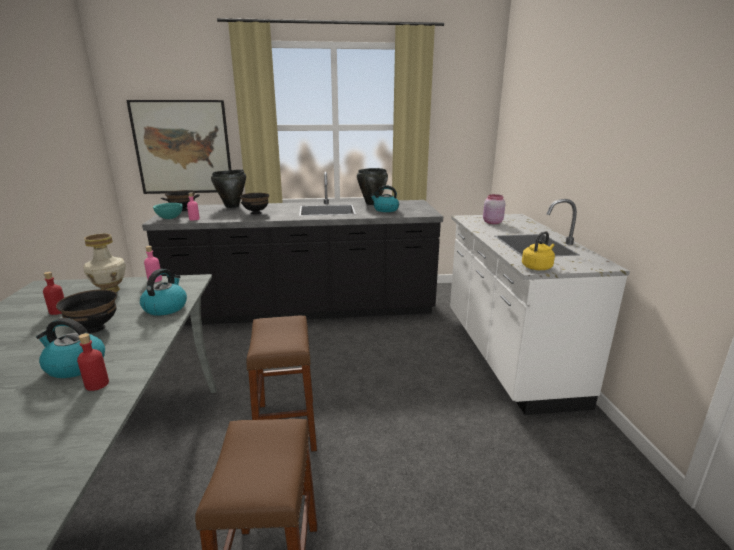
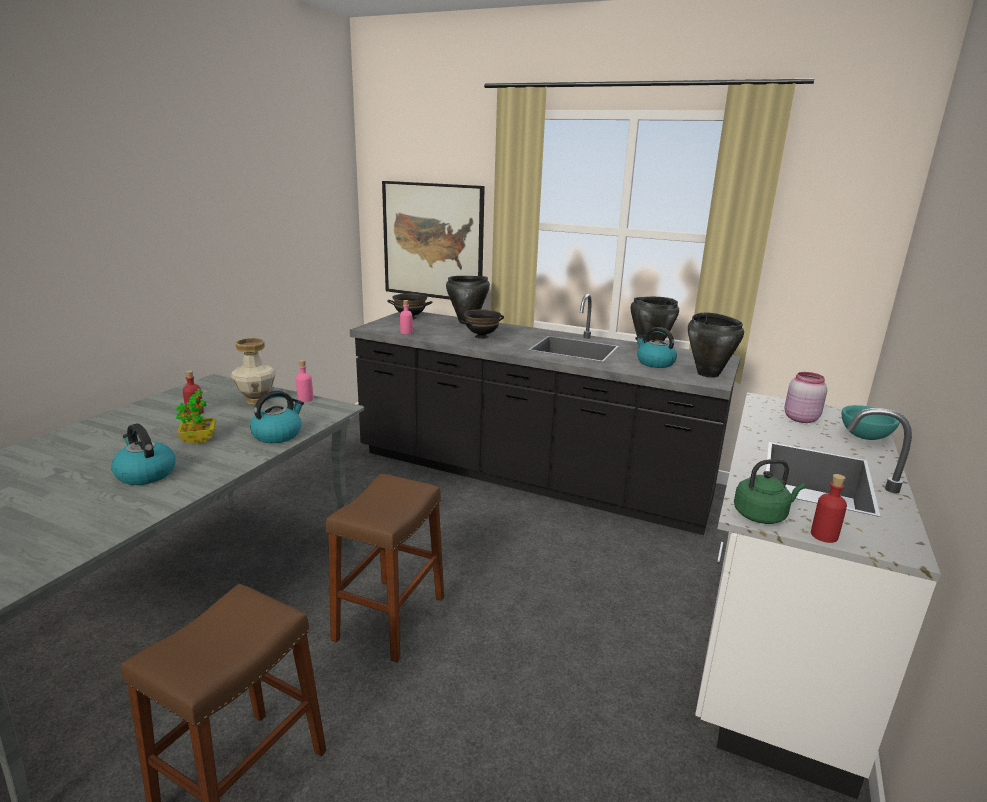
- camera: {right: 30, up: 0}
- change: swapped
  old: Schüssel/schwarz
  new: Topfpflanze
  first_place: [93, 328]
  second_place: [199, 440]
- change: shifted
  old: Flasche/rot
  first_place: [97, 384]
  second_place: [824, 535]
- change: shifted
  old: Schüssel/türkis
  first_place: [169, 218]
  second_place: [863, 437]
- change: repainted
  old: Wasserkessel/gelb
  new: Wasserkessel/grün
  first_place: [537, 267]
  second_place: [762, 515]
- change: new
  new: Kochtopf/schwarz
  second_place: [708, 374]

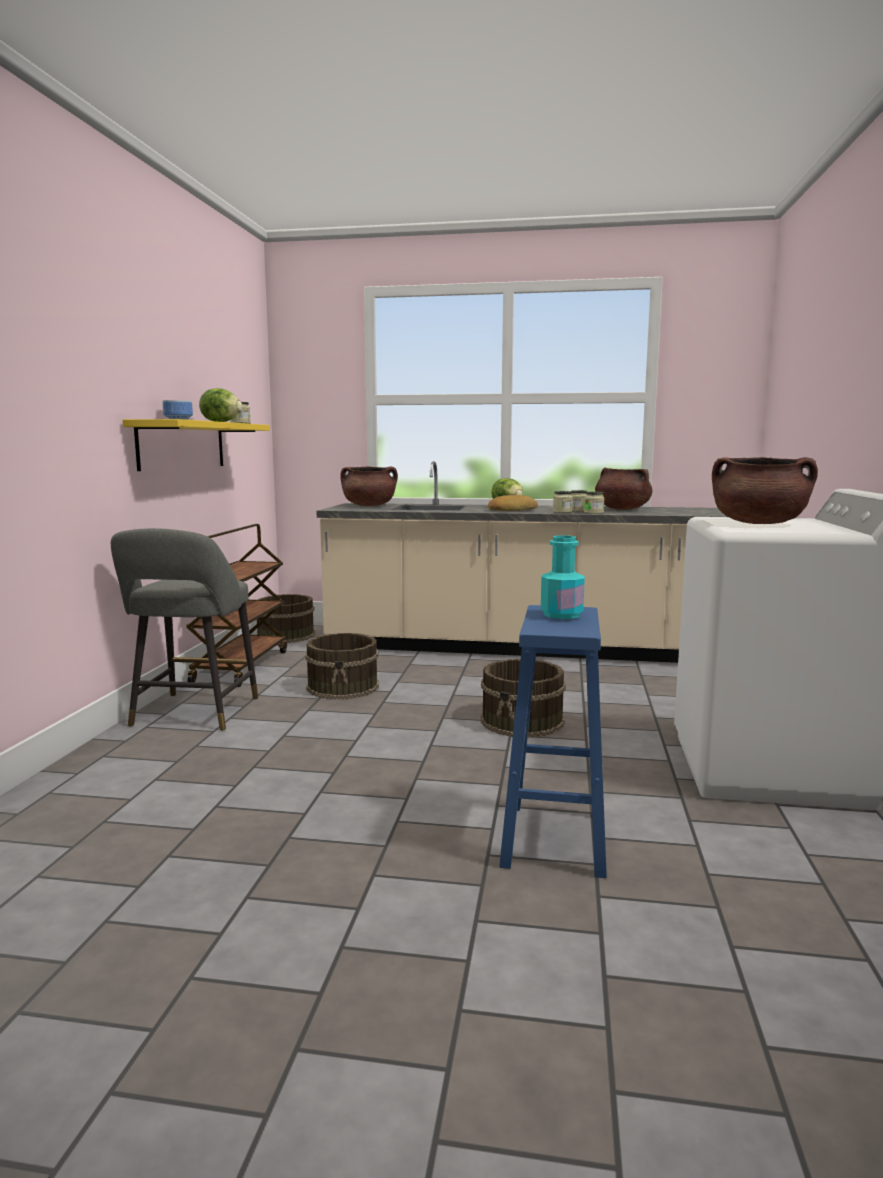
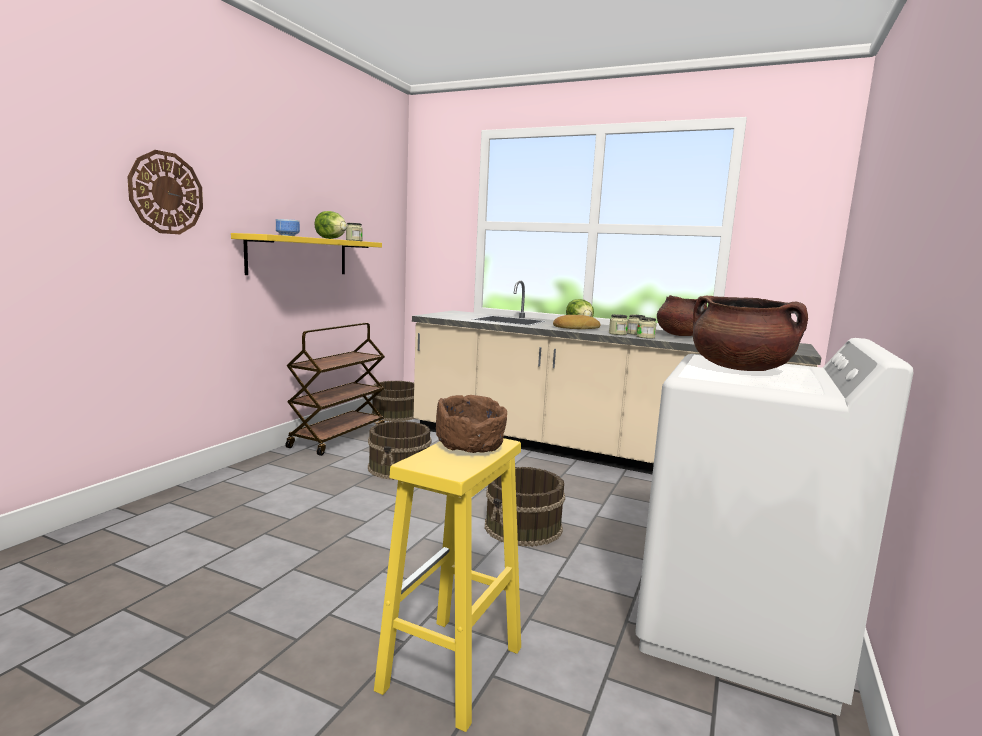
- camera: {right: 15, up: 0}
- change: gone
  old: Hocker/grau
  first_place: [193, 714]
- change: gone
  old: Kochtopf/braun
  first_place: [369, 505]
- change: repainted
  old: Hocker/blau
  new: Hocker/gelb
  first_place: [554, 840]
  second_place: [451, 670]
- change: swapped
  old: Flasche/türkis
  new: Schüssel/braun
  first_place: [561, 614]
  second_place: [470, 446]
- change: new
  new: Wanduhr
  second_place: [166, 193]

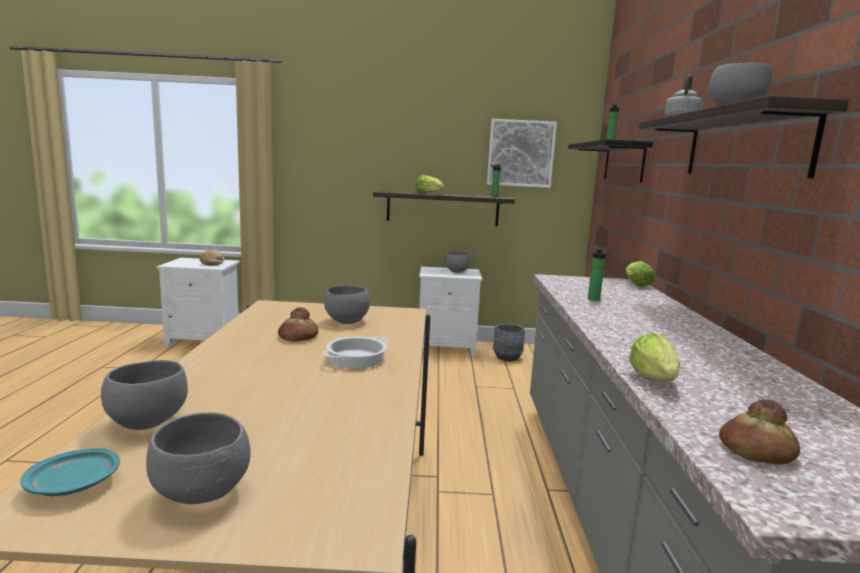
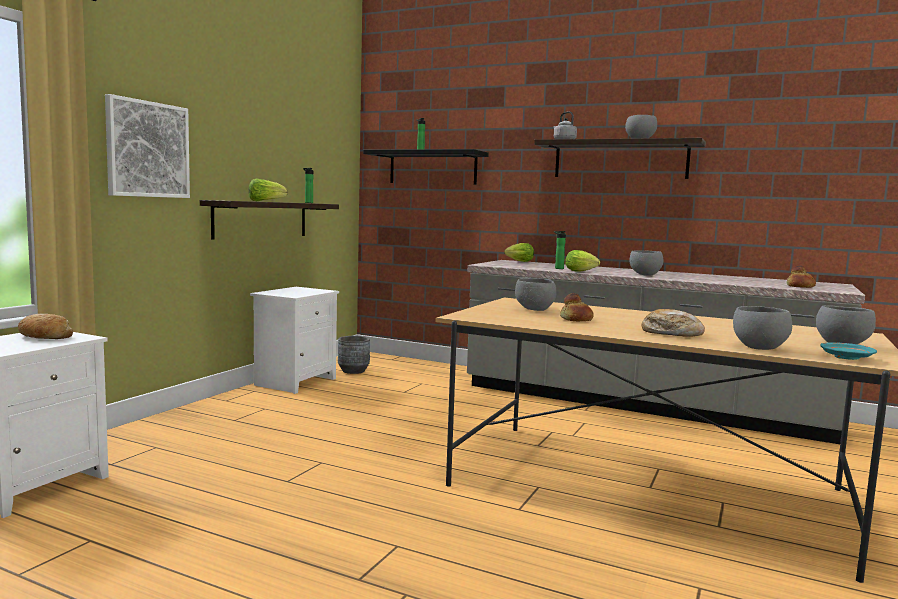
- camera: {right: -65, up: -5}
- change: gone
  old: Kochtopf
  first_place: [356, 358]
- change: shifted
  old: Schüssel/grau
  first_place: [456, 271]
  second_place: [645, 275]
- change: shifted
  old: Bild
  first_place: [520, 153]
  second_place: [147, 149]
- change: shifted
  old: Salatkopf
  first_place: [655, 381]
  second_place: [582, 271]
- change: new
  new: Brot
  second_place: [671, 333]

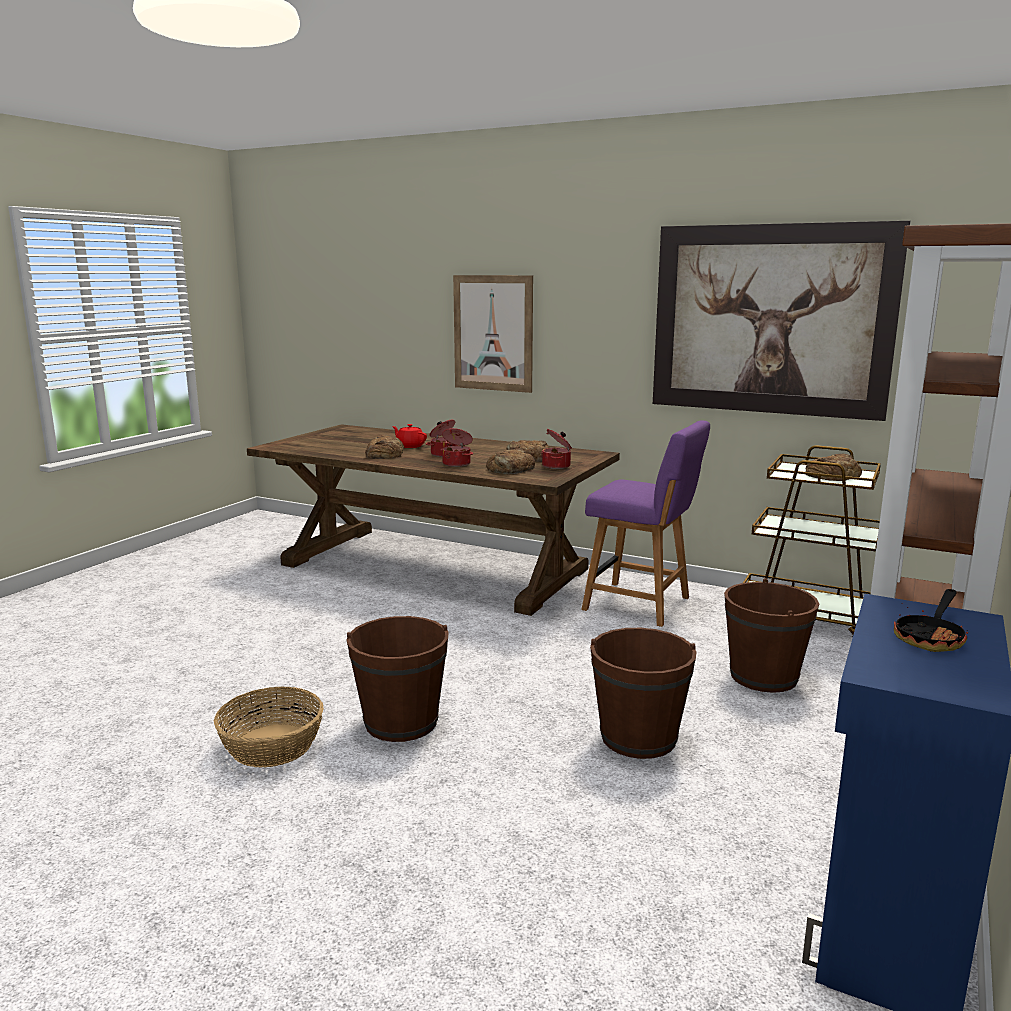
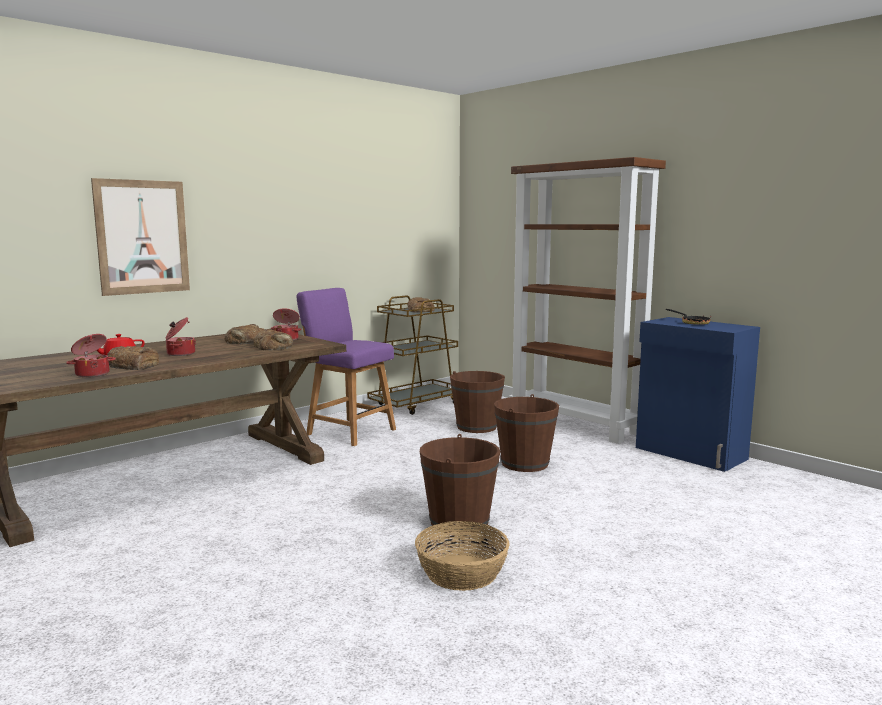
- camera: {right: -70, up: -5}
- change: shifted
  old: Kochtopf
  first_place: [457, 464]
  second_place: [92, 374]
- change: rotated
  old: Stuhl/lila
  first_place: [642, 605]
  second_place: [348, 431]
  degrees: -105
- change: gone
  old: Bild
  first_place: [770, 320]

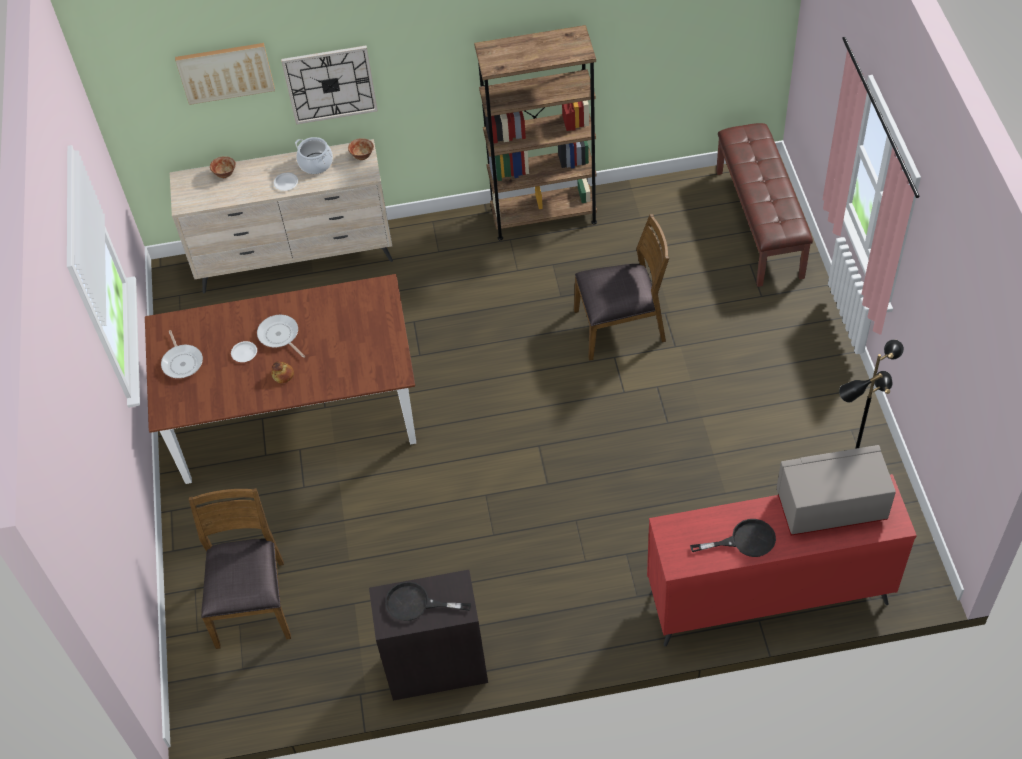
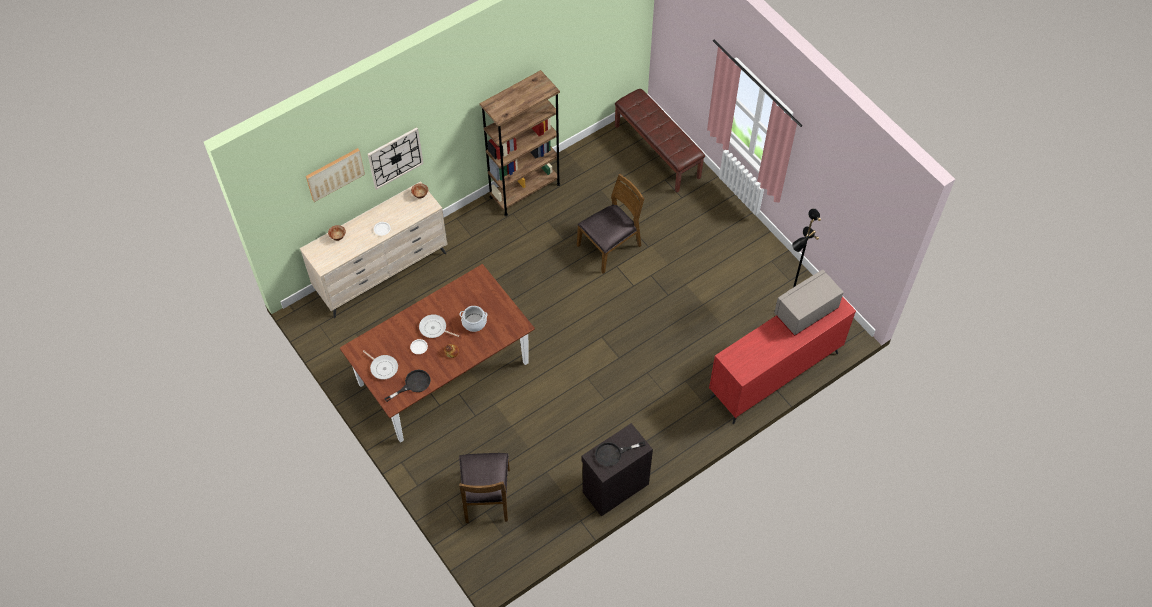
- camera: {right: -30, up: 5}
- change: rotated
  old: Stuhl/braun
  first_place: [252, 603]
  second_place: [486, 496]
  degrees: -150
- change: shifted
  old: Kochtopf
  first_place: [316, 164]
  second_place: [474, 322]
- change: shifted
  old: Pfanne/schwarz
  first_place: [744, 541]
  second_place: [413, 384]

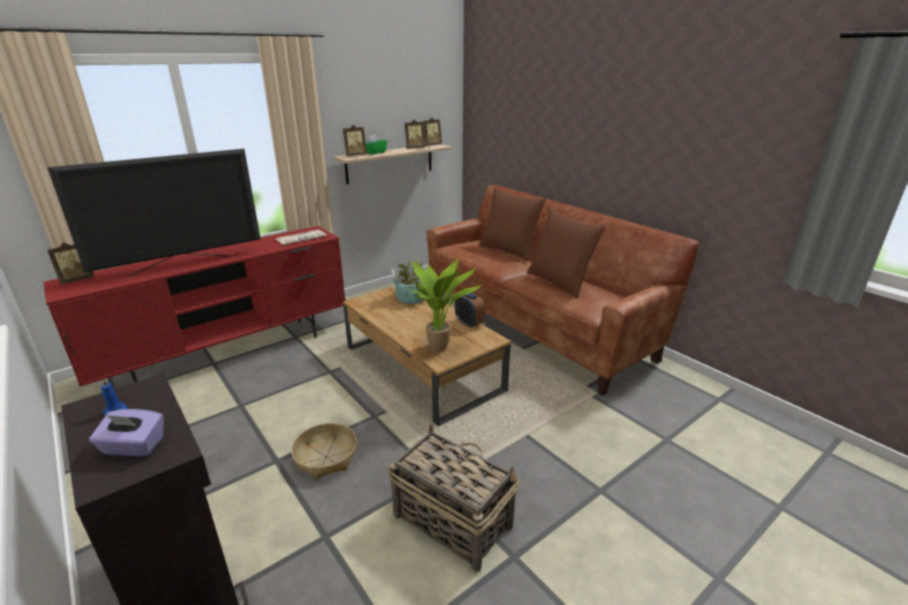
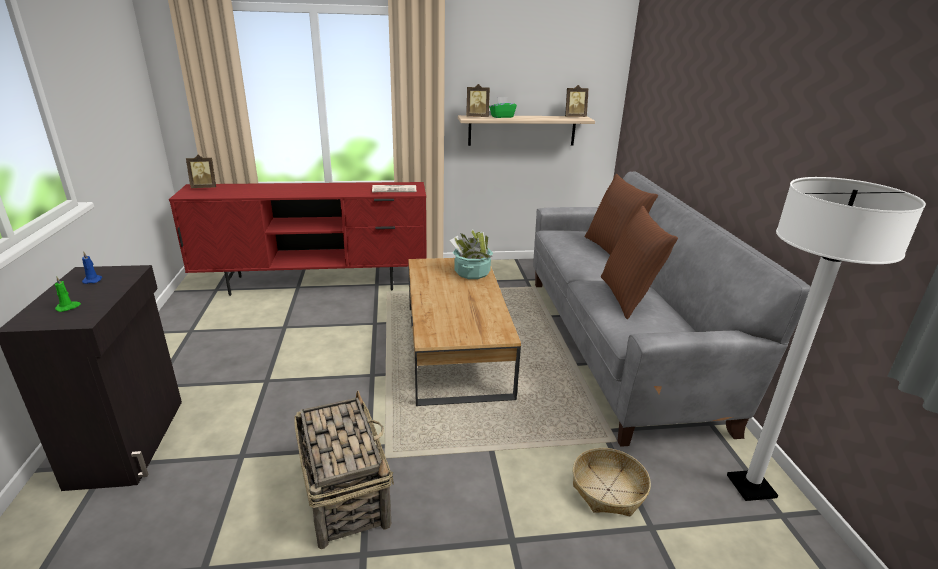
- camera: {right: 30, up: 0}
- change: gone
  old: Fernseher
  first_place: [182, 265]
- change: swapped
  old: Taschentuchbox/lila
  new: Kerze/grün
  first_place: [133, 447]
  second_place: [68, 307]
- change: shifted
  old: Korb
  first_place: [326, 457]
  second_place: [608, 490]
- change: gone
  old: Bilderrahmen
  first_place: [414, 148]
- change: gone
  old: Topfpflanze
  first_place: [442, 346]
- change: repainted
  old: Sofa/braun
  new: Sofa/grau
  first_place: [534, 325]
  second_place: [617, 345]
- change: gone
  old: Wecker
  first_place: [469, 323]
- change: new
  new: Stehlampe/weiß
  second_place: [751, 487]

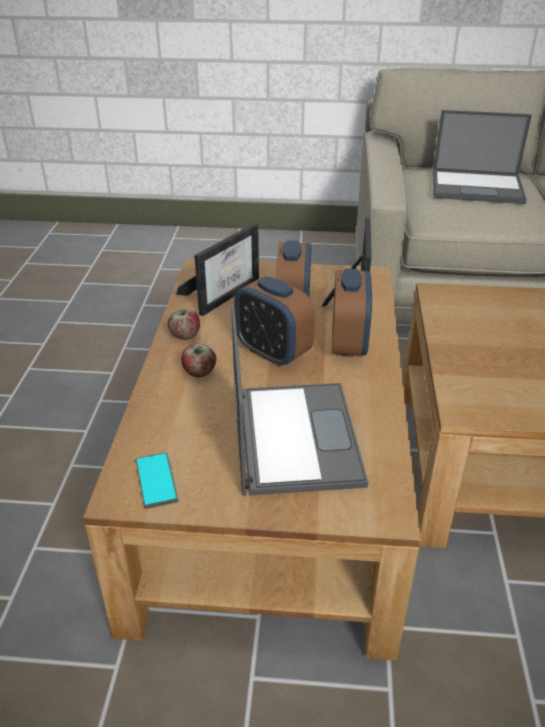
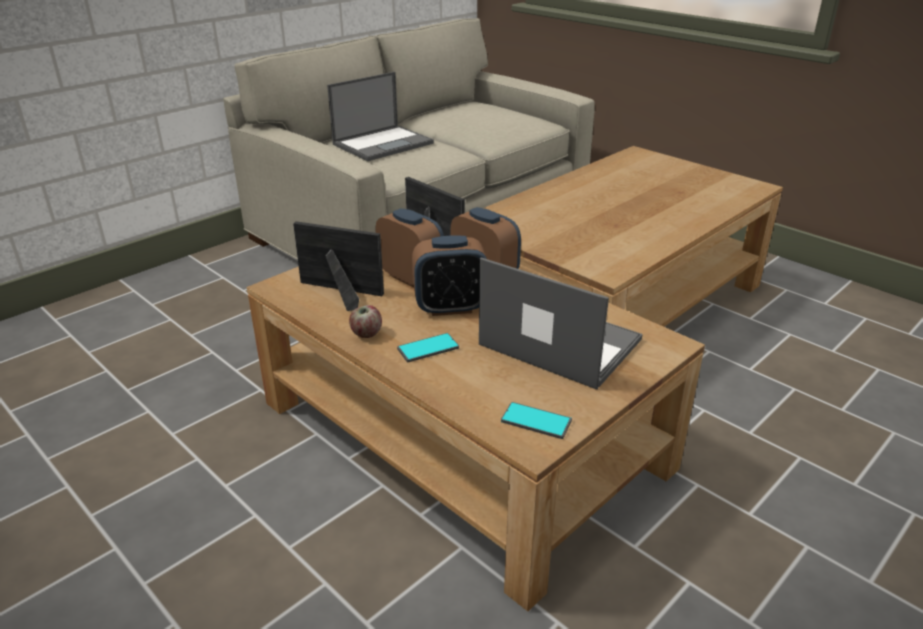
- camera: {right: -50, up: -5}
- change: rotated
  old: Bilderrahmen
  first_place: [224, 293]
  second_place: [336, 292]
  degrees: -60
- change: swapped
  old: Apfel
  new: Handy
  first_place: [199, 373]
  second_place: [428, 348]

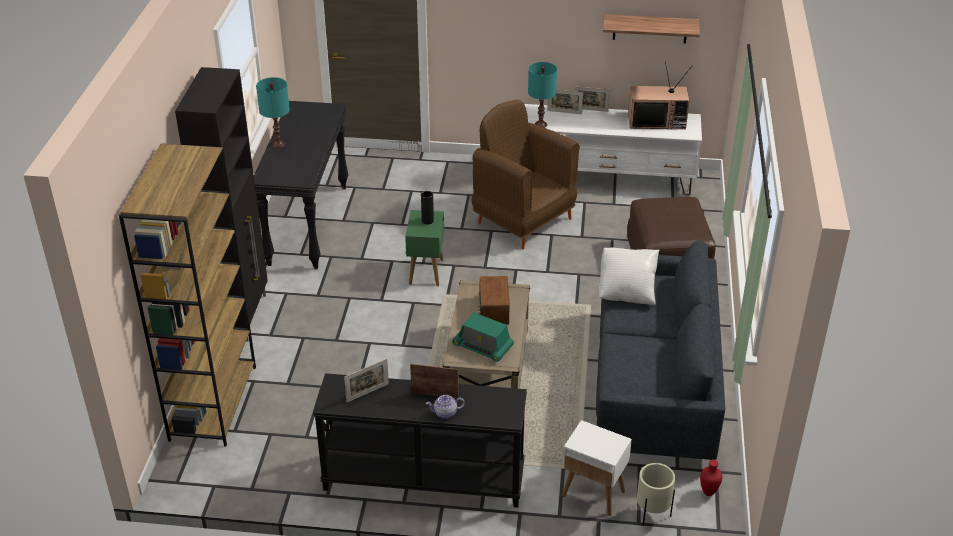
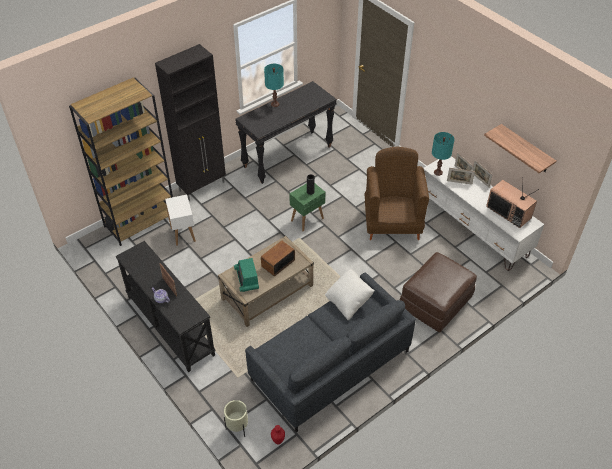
- camera: {right: 45, up: 10}
- change: shifted
  old: Bilderrahmen
  first_place: [367, 393]
  second_place: [459, 182]
- change: shifted
  old: Beistelltisch/weiß
  first_place: [594, 494]
  second_place: [183, 234]

